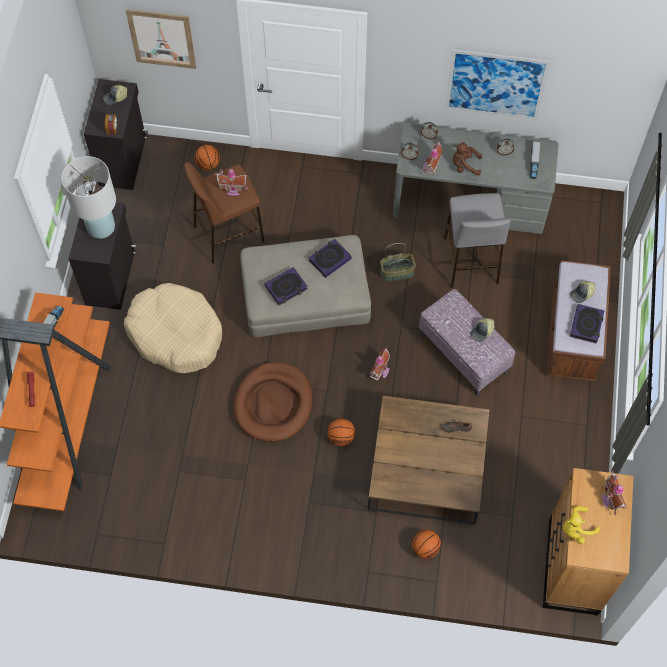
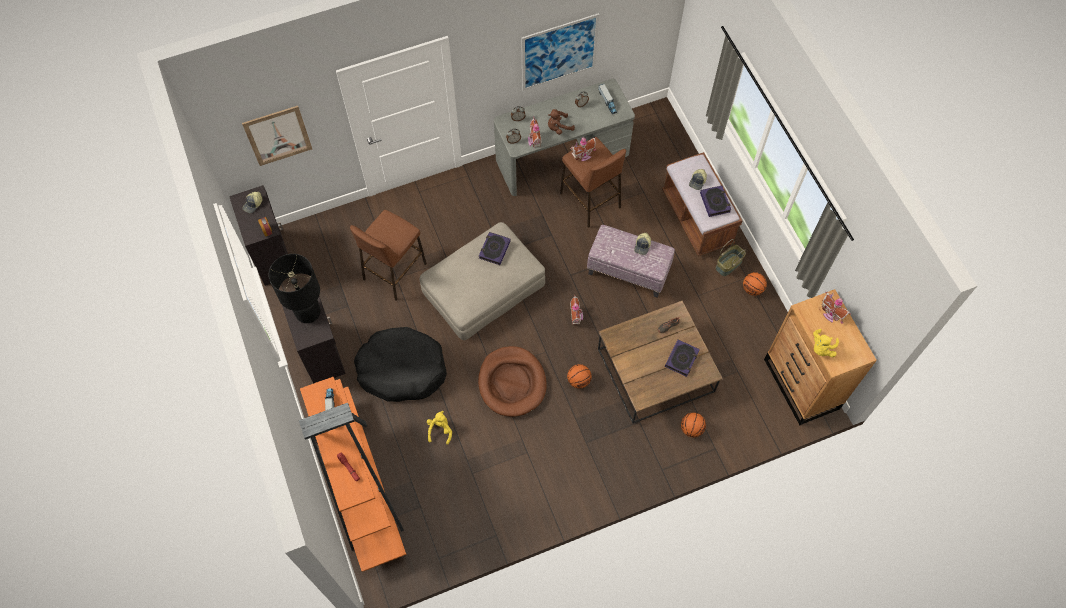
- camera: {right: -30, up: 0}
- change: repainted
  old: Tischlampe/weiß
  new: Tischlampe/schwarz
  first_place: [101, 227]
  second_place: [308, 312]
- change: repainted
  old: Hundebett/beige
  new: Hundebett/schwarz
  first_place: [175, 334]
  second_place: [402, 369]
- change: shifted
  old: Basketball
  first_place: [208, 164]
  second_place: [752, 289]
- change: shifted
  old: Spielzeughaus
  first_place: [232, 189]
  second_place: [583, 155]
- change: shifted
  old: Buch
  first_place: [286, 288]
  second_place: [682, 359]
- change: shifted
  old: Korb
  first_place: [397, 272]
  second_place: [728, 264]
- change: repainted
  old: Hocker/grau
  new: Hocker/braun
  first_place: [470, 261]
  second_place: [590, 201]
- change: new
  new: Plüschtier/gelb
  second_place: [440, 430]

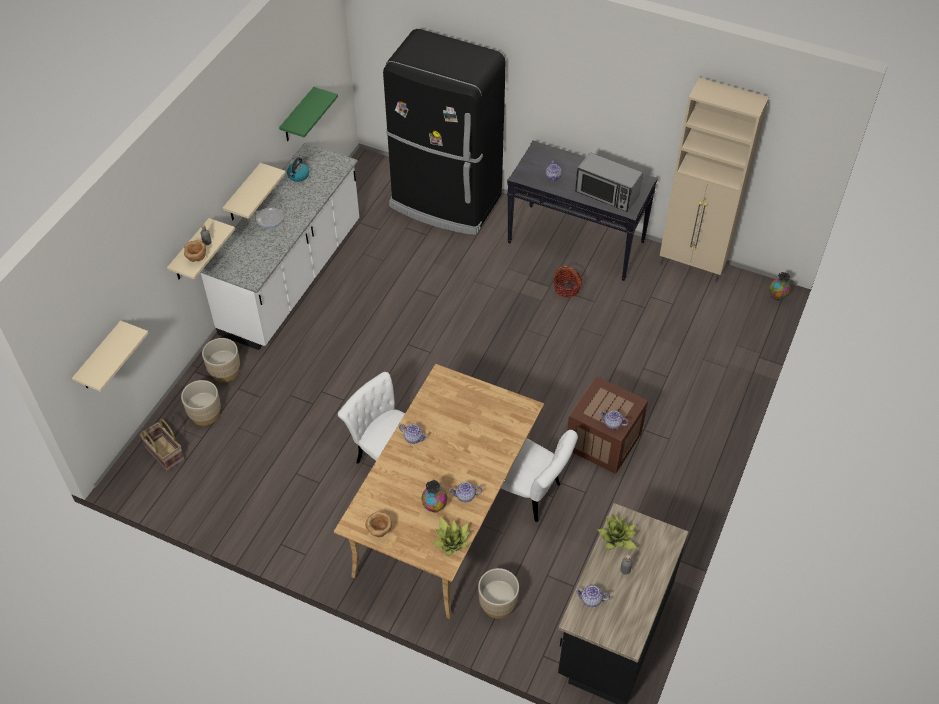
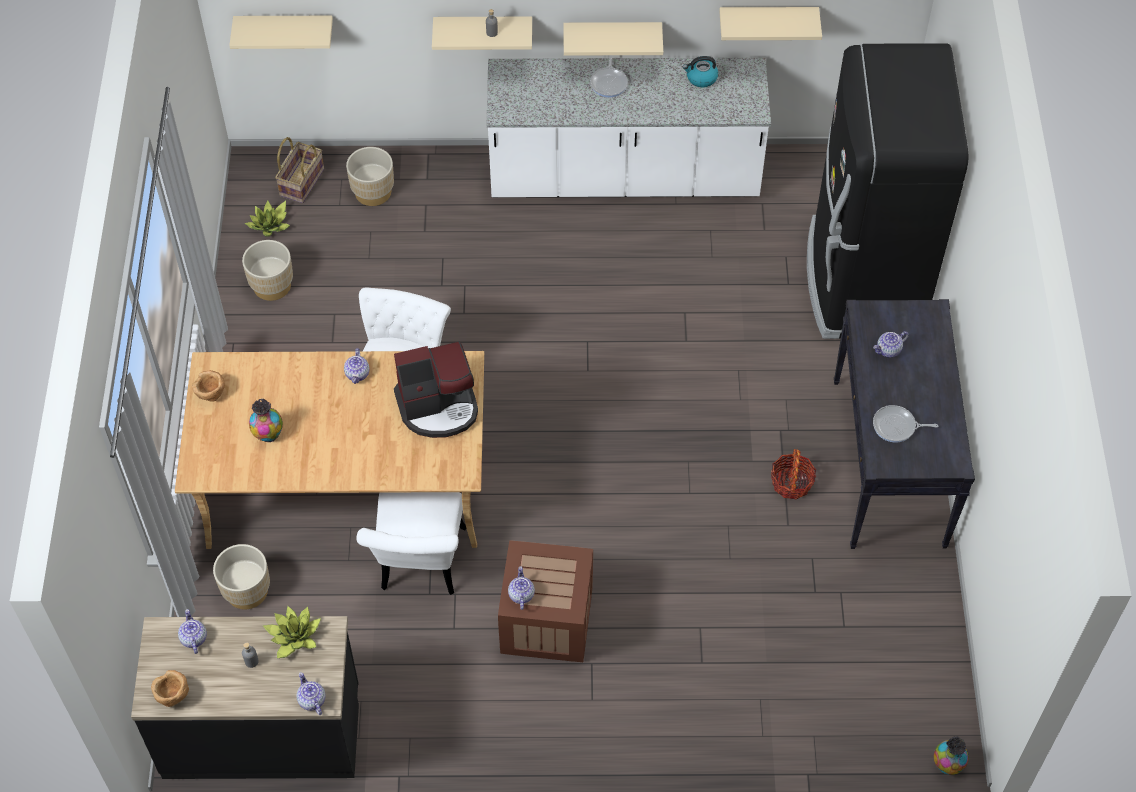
- camera: {right: 65, up: 5}
- change: shifted
  old: Schüssel/braun
  first_place: [197, 258]
  second_place: [173, 696]
- change: shifted
  old: Pflanzkübel/beige
  first_place: [225, 371]
  second_place: [272, 286]
- change: repainted
  old: Wandregal/grün
  new: Wandregal/beige
  first_place: [298, 116]
  second_place: [767, 20]
- change: shifted
  old: Topfpflanze
  first_place: [451, 541]
  second_place: [270, 225]
- change: shifted
  old: Teekanne
  first_place: [465, 496]
  second_place: [311, 700]
- change: swapped
  old: Mikrowelle
  new: Pfanne
  first_place: [607, 194]
  second_place: [896, 426]
- change: gone
  old: Schrank/beige
  first_place: [693, 266]
- change: new
  new: Kaffeemaschine
  second_place: [438, 407]

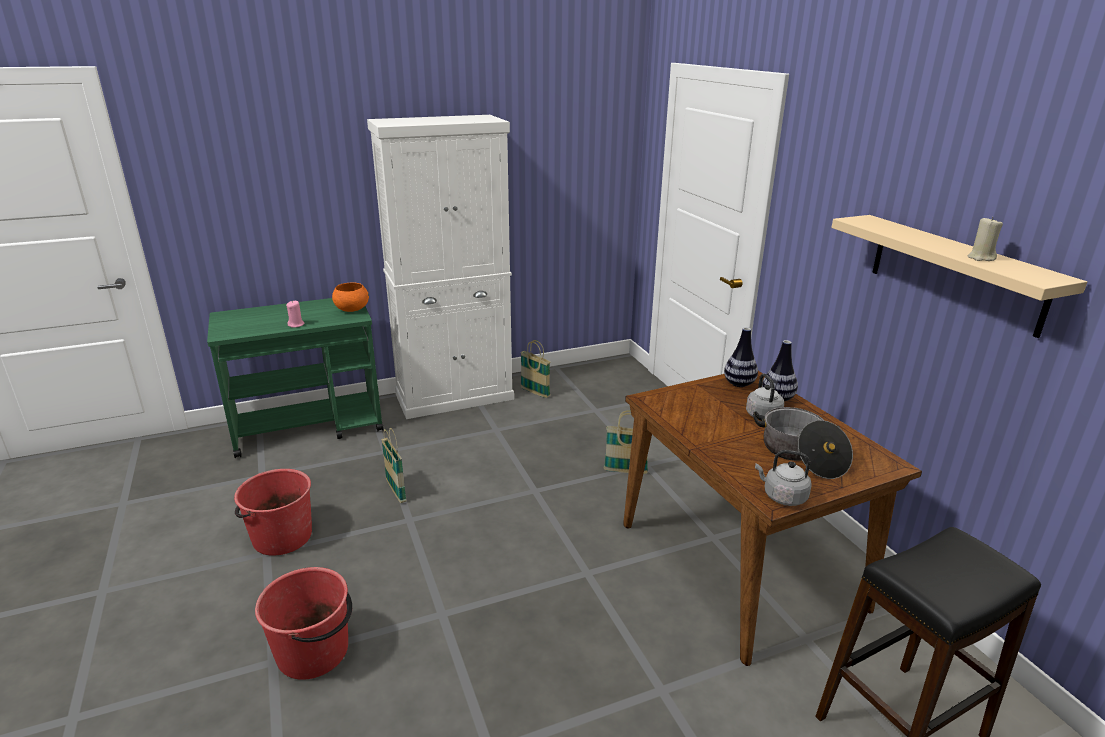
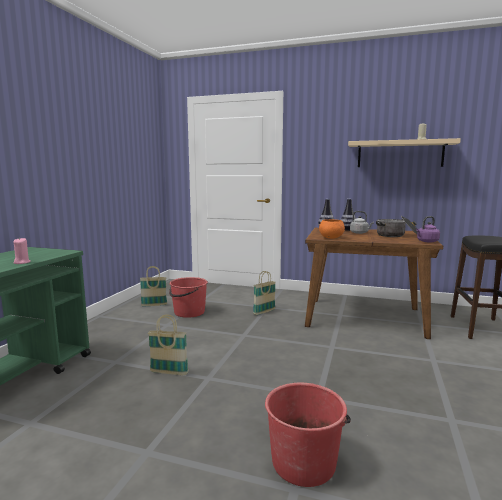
- camera: {right: -50, up: -15}
- change: shifted
  old: Eimer/rot
  first_place: [281, 537]
  second_place: [189, 312]
- change: shifted
  old: Schüssel/orange
  first_place: [352, 309]
  second_place: [331, 238]
- change: gone
  old: Schrank/weiß
  first_place: [455, 396]
- change: repainted
  old: Wasserkessel/grau
  new: Wasserkessel/lila
  first_place: [782, 496]
  second_place: [426, 241]

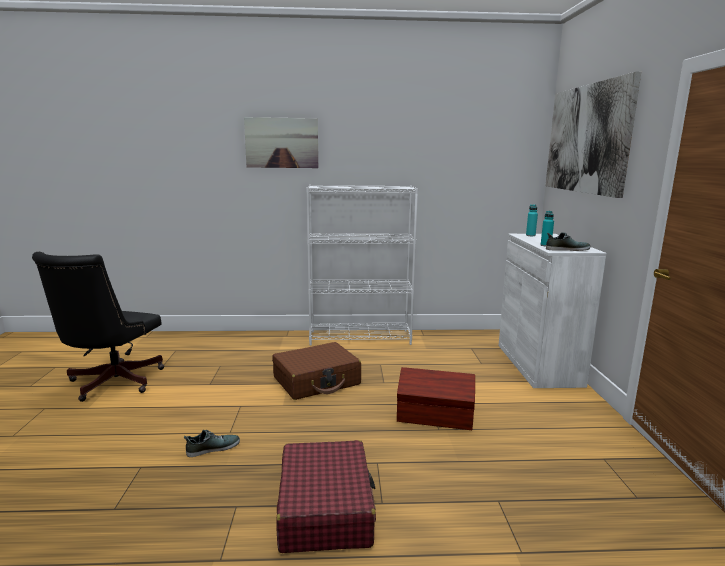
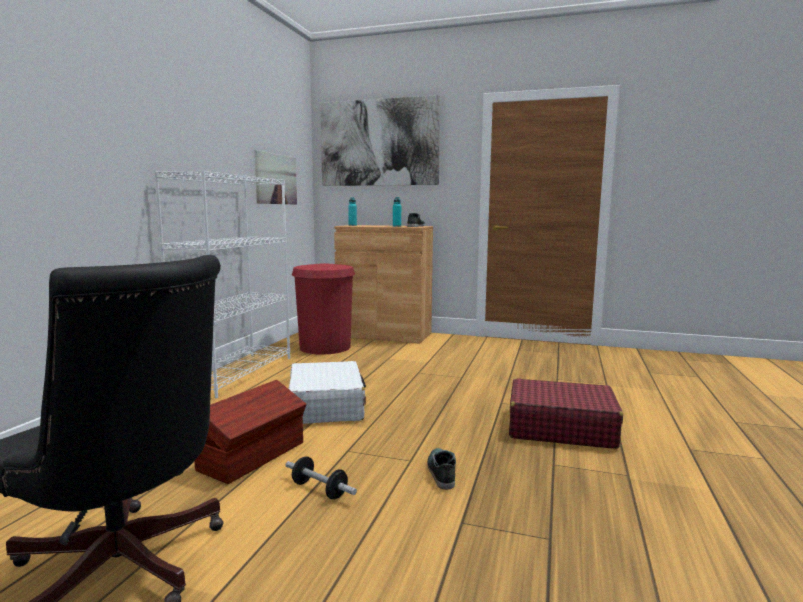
- camera: {right: -70, up: -5}
- change: shifted
  old: Bild
  first_place: [282, 143]
  second_place: [276, 179]
- change: repainted
  old: Koffer/braun
  new: Koffer/weiß
  first_place: [317, 381]
  second_place: [326, 405]
- change: shifted
  old: Aufbewahrungsbox/braun
  first_place: [435, 418]
  second_place: [254, 456]
- change: repainted
  old: Schrank/weiß
  new: Schrank/braun
  first_place: [538, 364]
  second_place: [384, 334]
- change: new
  new: Hantel
  second_place: [319, 490]
- change: new
  new: Mülleimer/rot
  second_place: [325, 347]

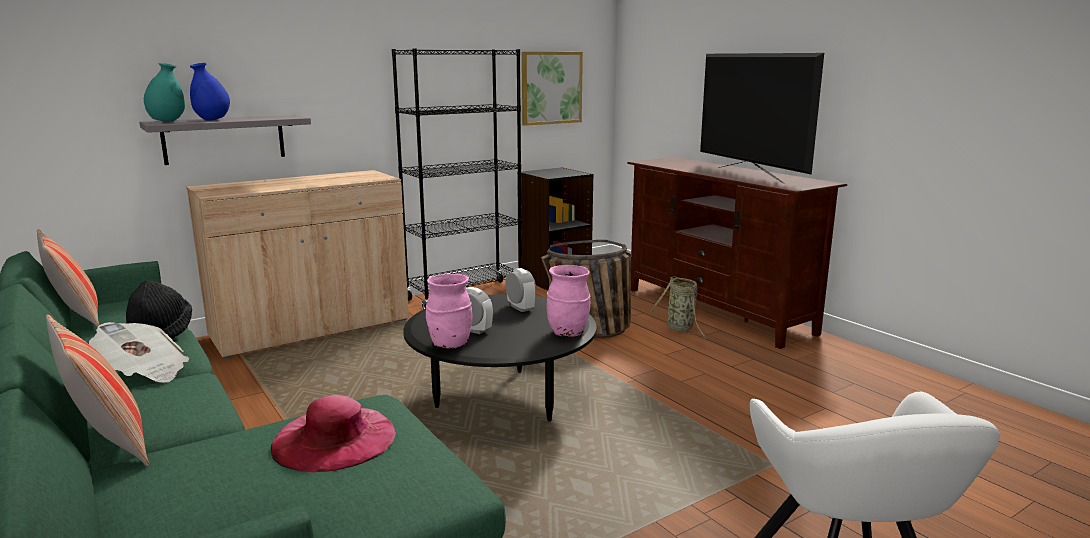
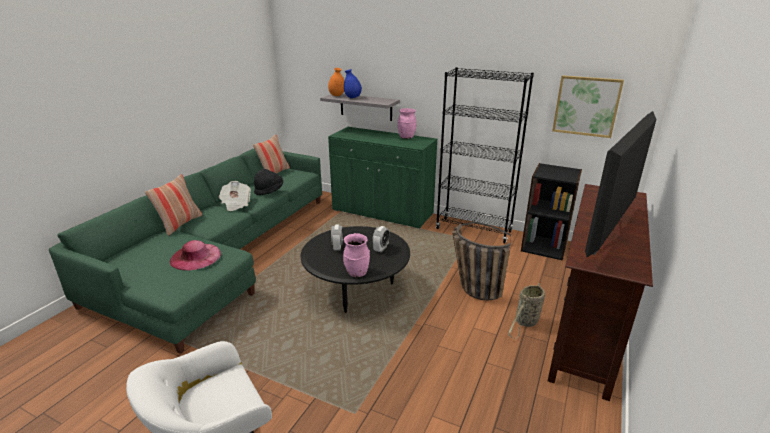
- camera: {right: 60, up: 10}
- change: repainted
  old: Vase/türkis
  new: Vase/orange
  first_place: [167, 121]
  second_place: [337, 95]
- change: repainted
  old: Schrank/beige
  new: Schrank/grün
  first_place: [311, 328]
  second_place: [382, 212]
- change: shifted
  old: Vase/rosa
  first_place: [450, 344]
  second_place: [406, 137]

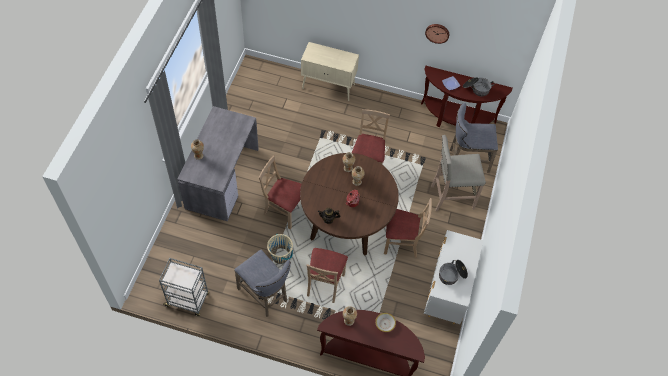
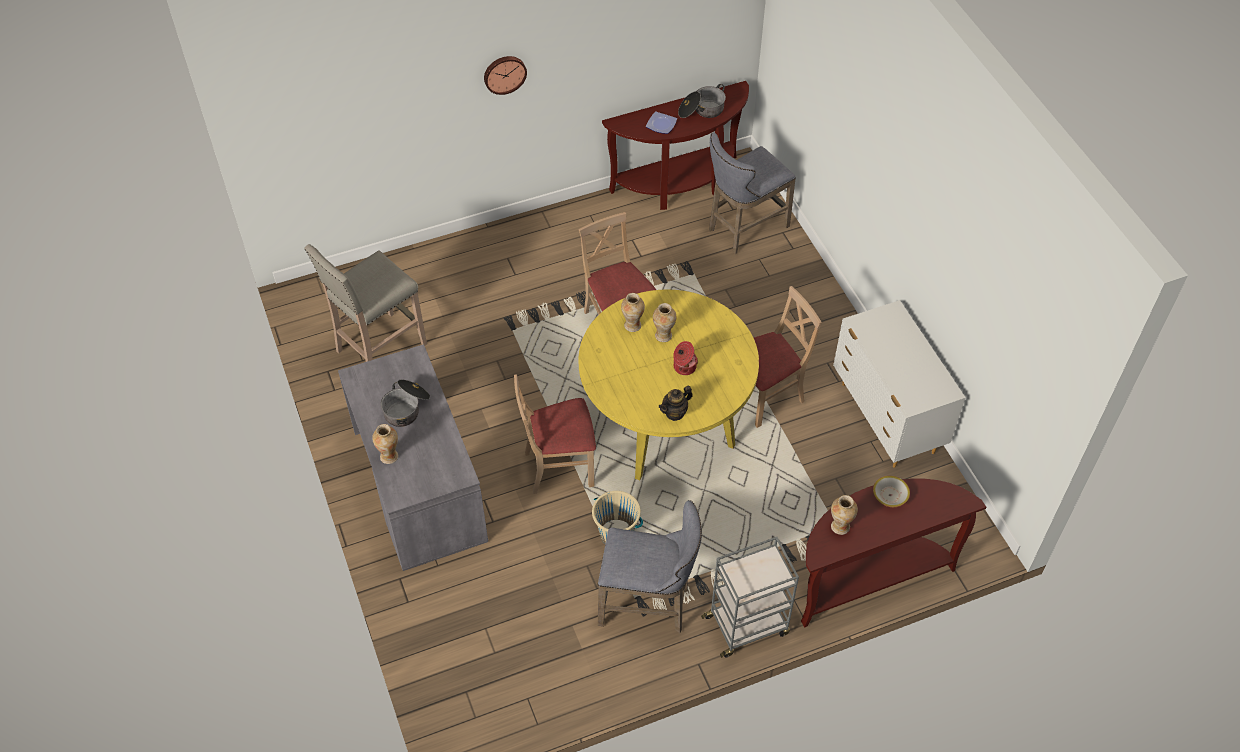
- camera: {right: -35, up: -5}
- change: shifted
  old: Rollwagen/grau
  first_place: [188, 300]
  second_place: [747, 625]
- change: repainted
  old: Esstisch/braun
  new: Esstisch/gelb
  first_place: [346, 223]
  second_place: [665, 423]
- change: gone
  old: Schrank/beige
  first_place: [329, 87]
- change: gone
  old: Stuhl/beige
  first_place: [324, 284]
- change: shifted
  old: Wanduhr
  first_place: [437, 32]
  second_place: [504, 73]
- change: shifted
  old: Hocker/beige
  first_place: [451, 197]
  second_place: [379, 348]
- change: shifted
  old: Kochtopf
  first_place: [452, 275]
  second_place: [406, 408]

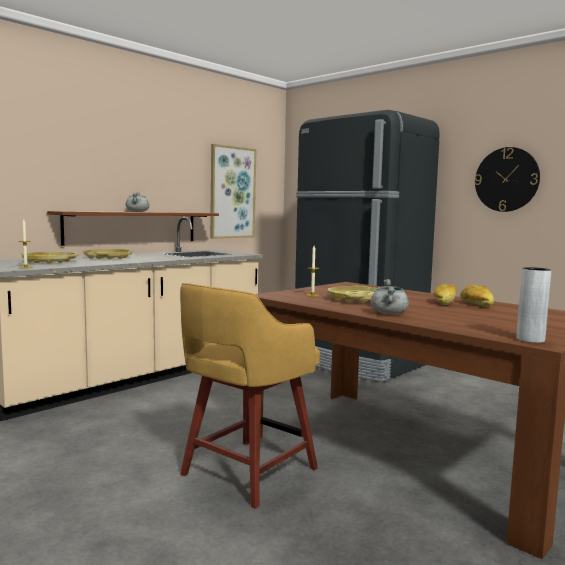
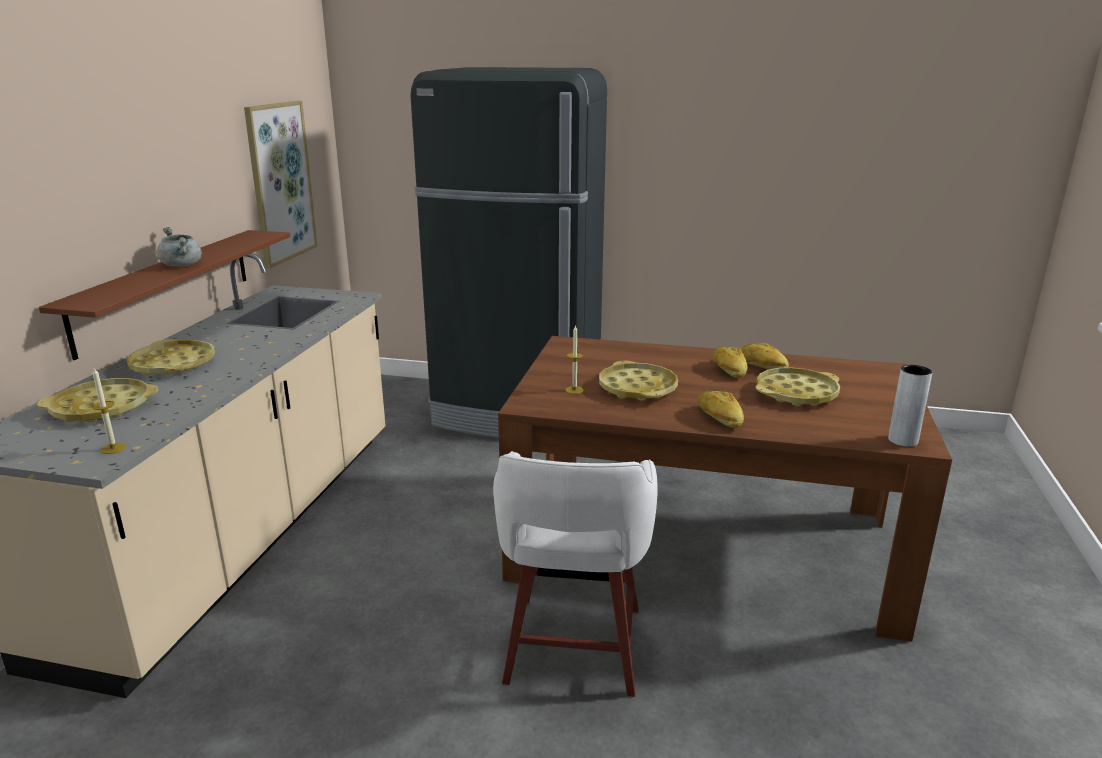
- camera: {right: -30, up: 15}
- change: repainted
  old: Hocker/gelb
  new: Hocker/weiß
  first_place: [246, 473]
  second_place: [572, 648]
- change: swapped
  old: Kochtopf/grau
  new: Brot
  first_place: [389, 313]
  second_place: [719, 418]
- change: gone
  old: Wanduhr
  first_place: [506, 179]
- change: new
  new: Tablett/gelb
  second_place: [796, 393]

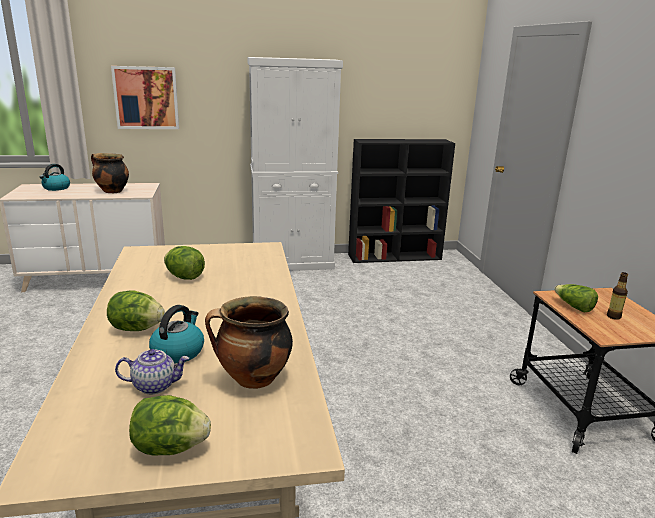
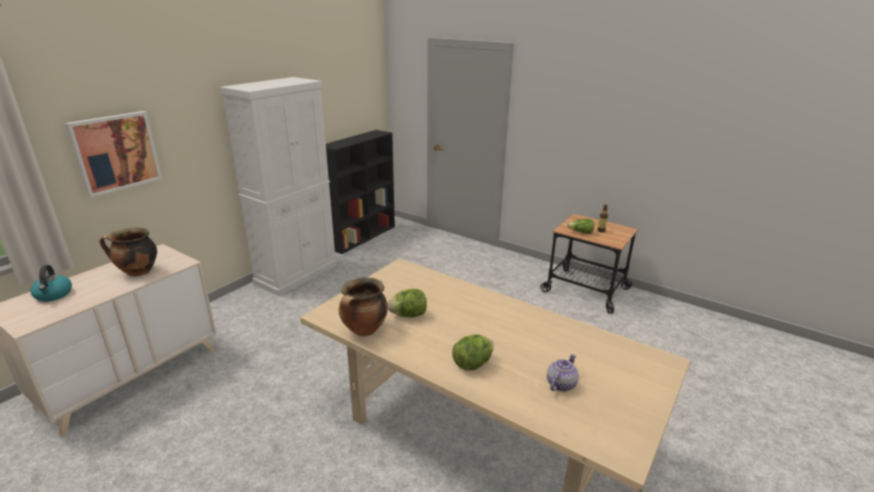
- camera: {right: -45, up: 5}
- change: gone
  old: Salatkopf
  first_place: [170, 448]
- change: gone
  old: Wasserkessel
  first_place: [178, 351]
- change: shifted
  old: Kochtopf
  first_place: [252, 380]
  second_place: [364, 331]

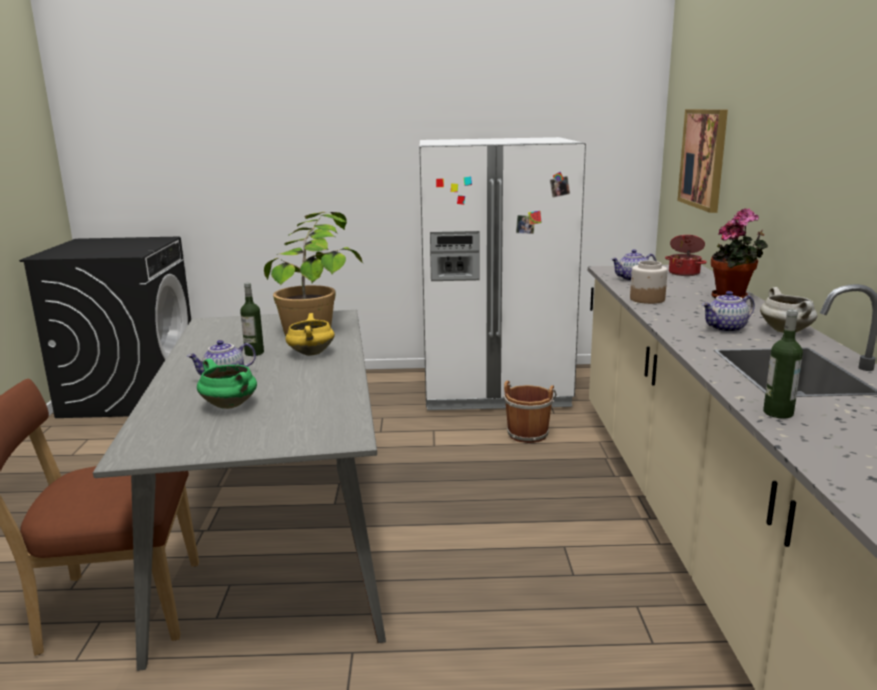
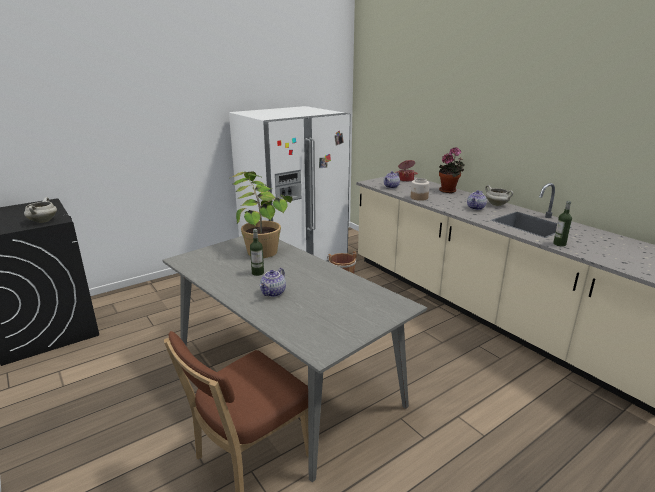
- camera: {right: -35, up: 5}
- change: gone
  old: Kochtopf/grün
  first_place: [230, 405]
- change: gone
  old: Kochtopf/gelb
  first_place: [310, 353]
- change: gone
  old: Bild
  first_place: [704, 158]
- change: new
  new: Kochtopf/weiß
  second_place: [43, 221]

